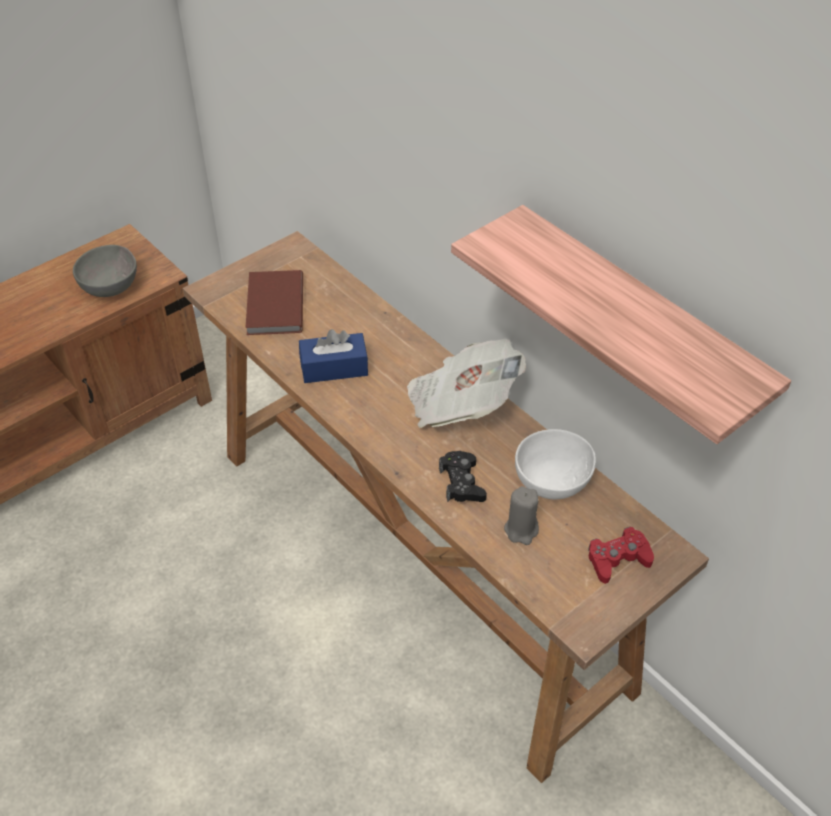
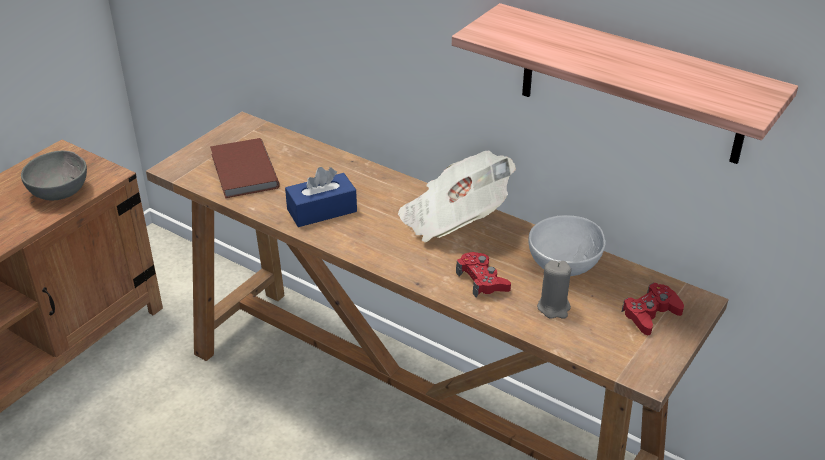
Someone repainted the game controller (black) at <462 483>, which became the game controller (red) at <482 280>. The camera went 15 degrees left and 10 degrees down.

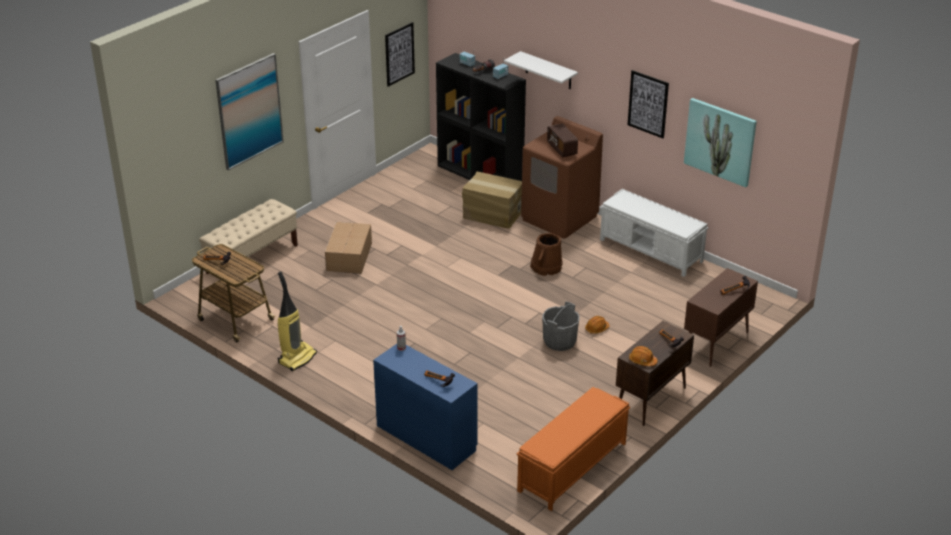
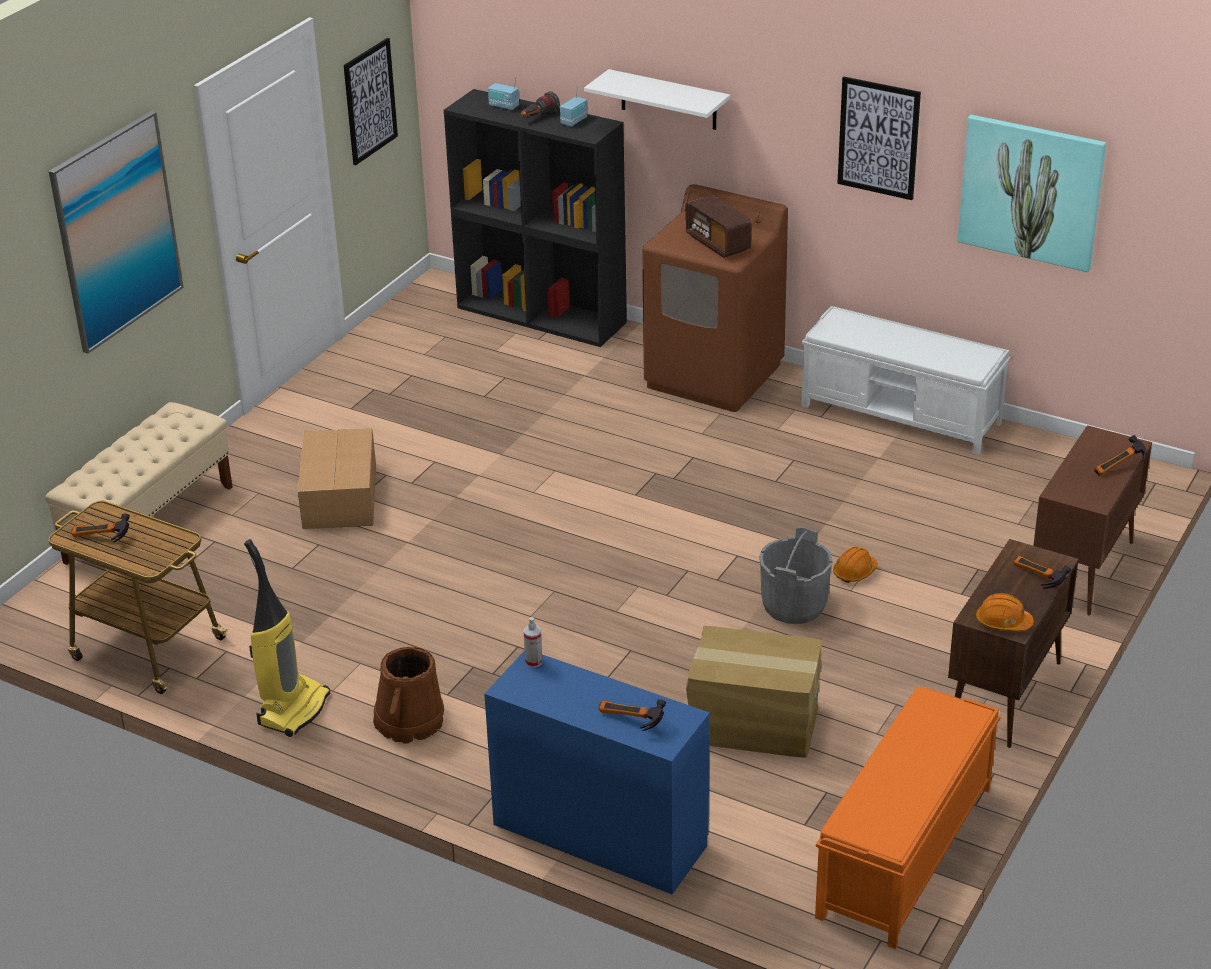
Someone carried the cardboard box from <492 215> to <752 723>. Someone carried the bucket (brown) from <546 267> to <409 720>. The camera went 10 degrees left and 0 degrees up.

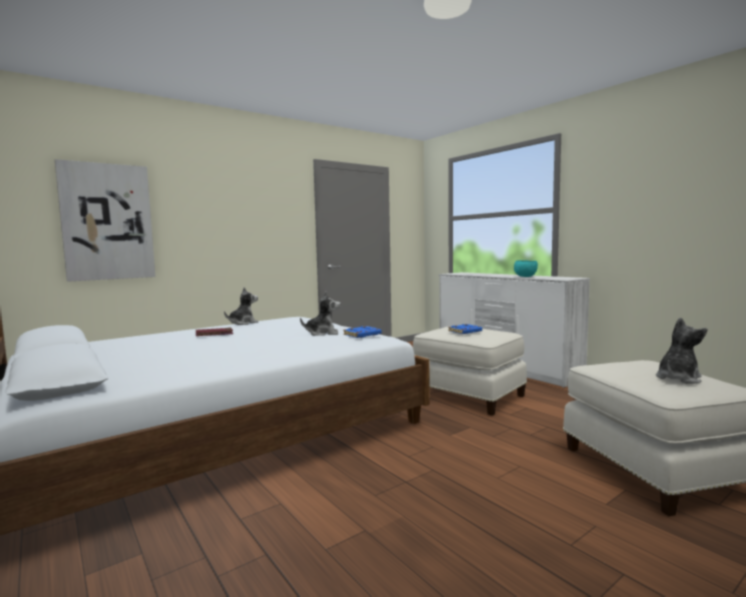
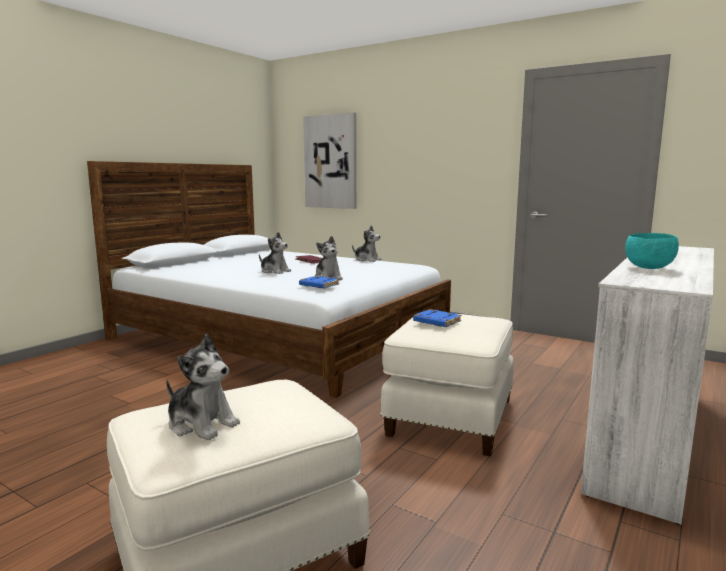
Someone put down the plush toy at <275 271>. The camera went 70 degrees right and 5 degrees up.

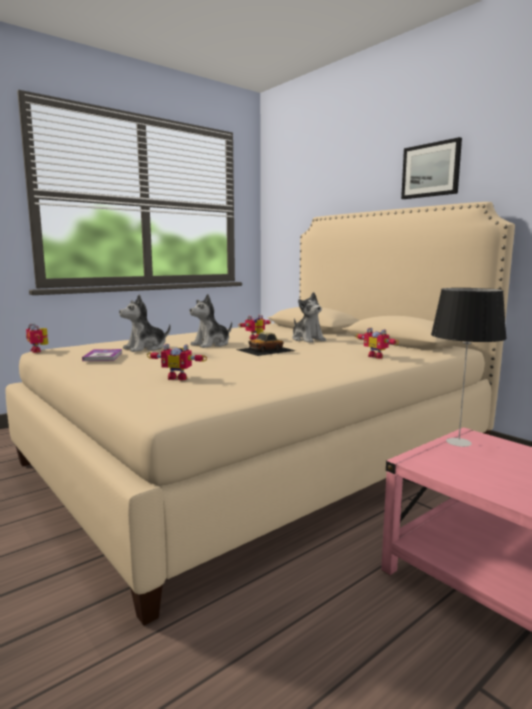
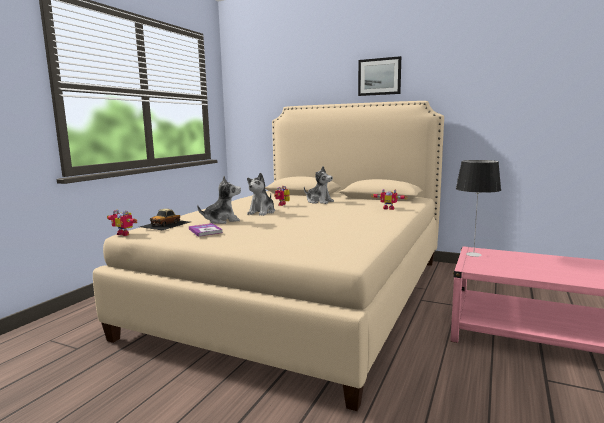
Someone took away the toy robot at <178 378>. Someone carried the toy car from <266 350> to <166 224>. Someone rotated the plush toy at <145 348> by 135 degrees counterclockwise. The camera went 25 degrees left and 0 degrees up.

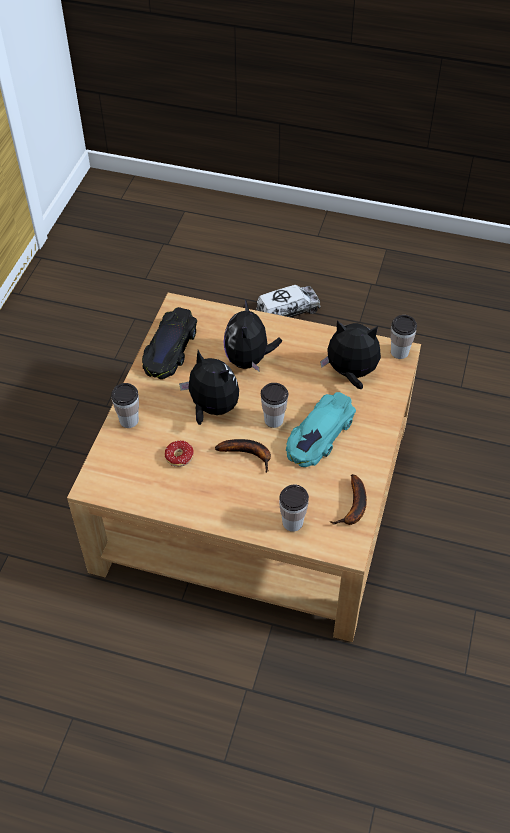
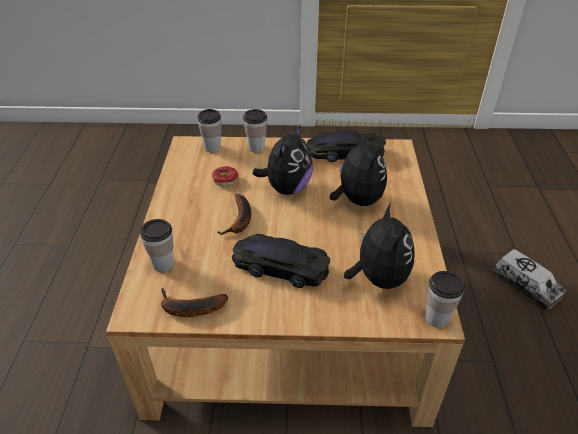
Someone carried the cup from <274 420> to <212 147>. Someone repainted the toy car (turquoise) at <319 435>, which became the toy car (black) at <280 266>. Someone rotated the plush toy at <249 360> by 90 degrees clockwise. The camera went 75 degrees right and 10 degrees down.

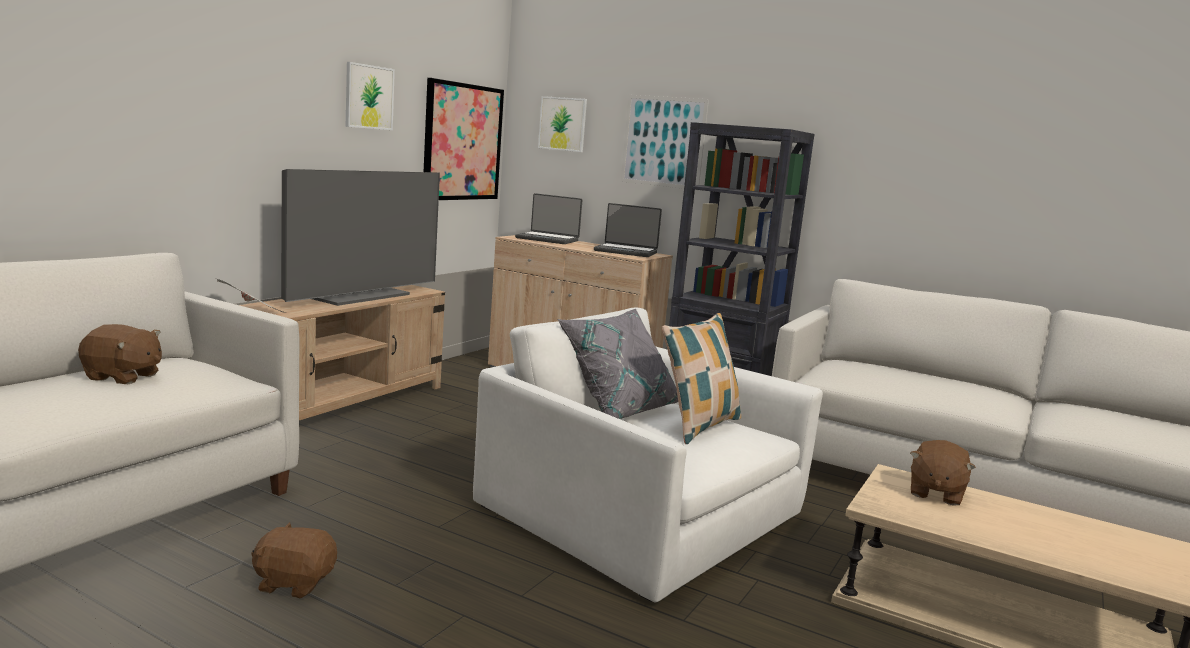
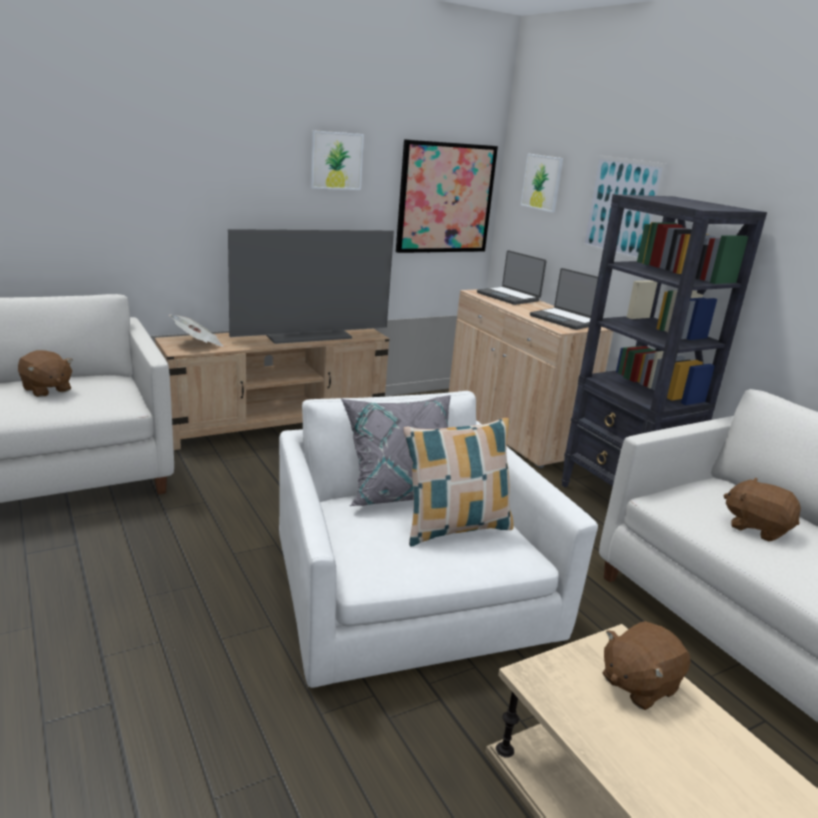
Someone carried the plush toy (brown) from <294 583> to <756 527>. The camera went 30 degrees right and 10 degrees up.

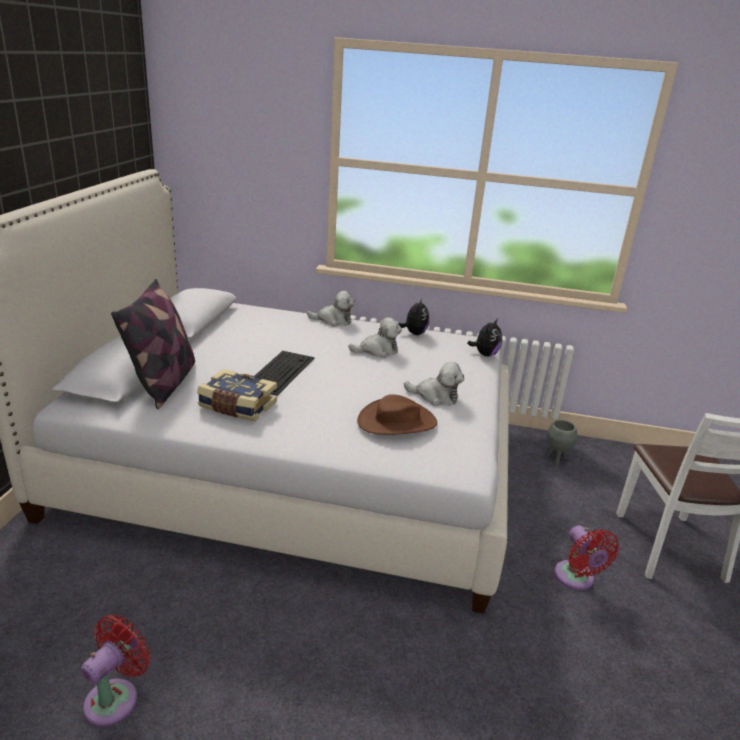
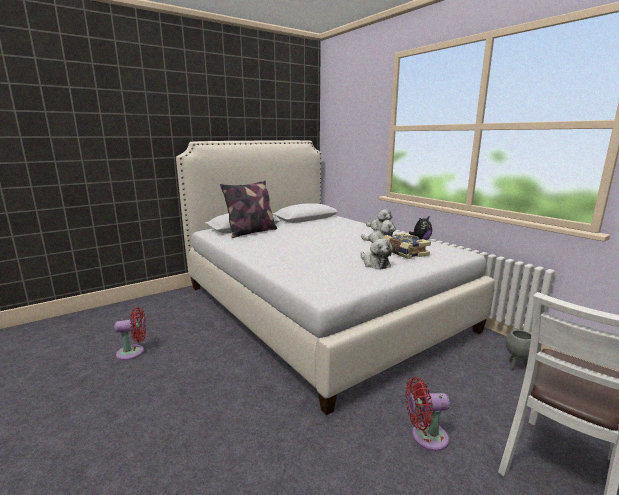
Someone took away the keyboard at <280 371>. Someone took away the hat (brown) at <397 422>. Someone took away the plush toy at <485 354>. Someone carried the book from <237 406> to <404 253>. Someone rotated the fan (red) at <576 579> by 60 degrees clockwise. The camera went 45 degrees right and 10 degrees down.

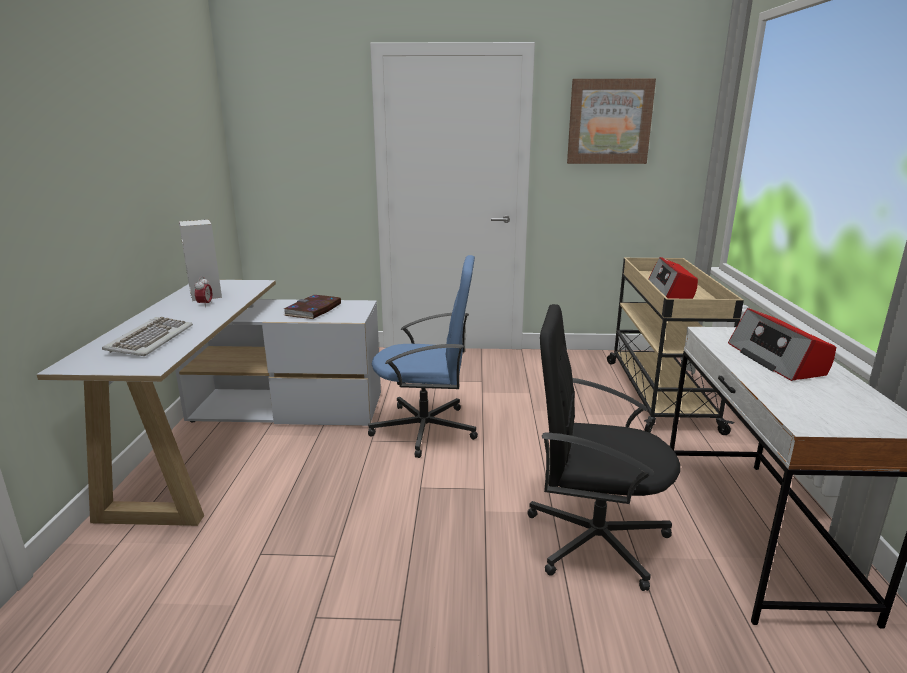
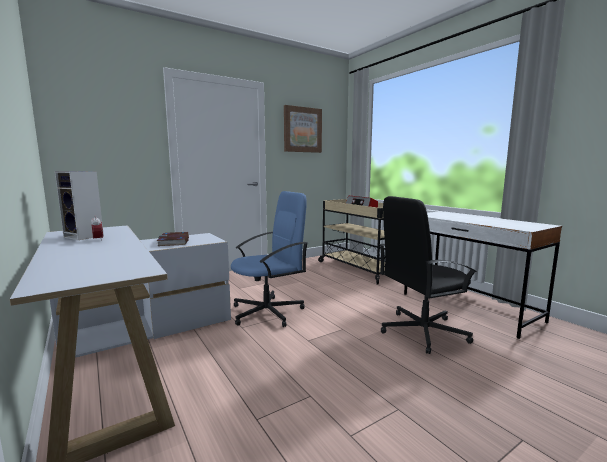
Someone took away the keyboard at <150 340>. Someone took away the radio at <777 360>. The camera went 35 degrees left and 10 degrees down.

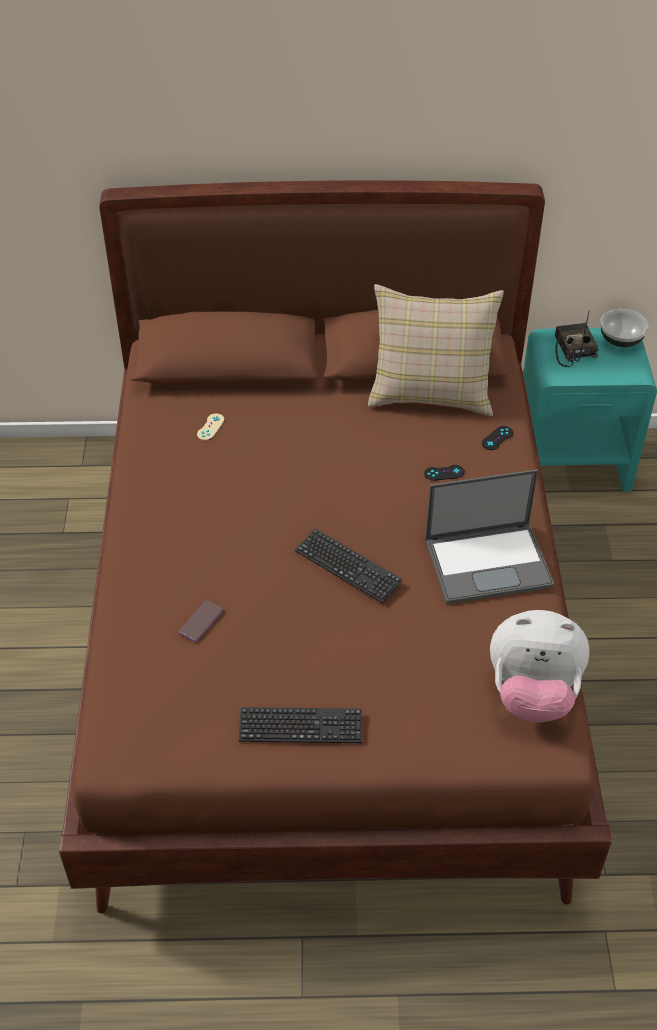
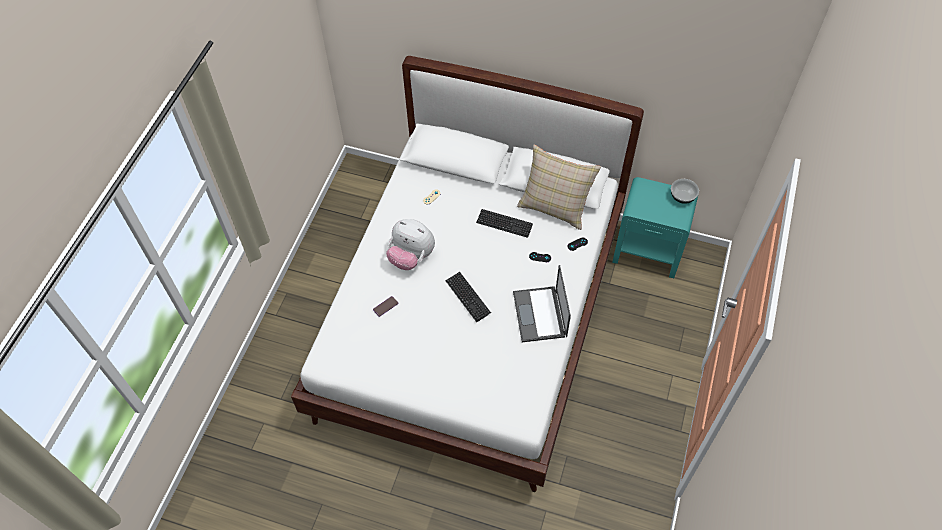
Someone took away the radio at <572 349>. Someone carried the keyboard from <300 727> to <504 224>. Someone carried the plush toy from <532 693> to <411 257>. Someone repainted the bed (brown) at <330 640>, which became the bed (white) at <473 318>. Someone rotated the laptop at <489 562> by 75 degrees clockwise. The camera went 20 degrees right and 10 degrees up.

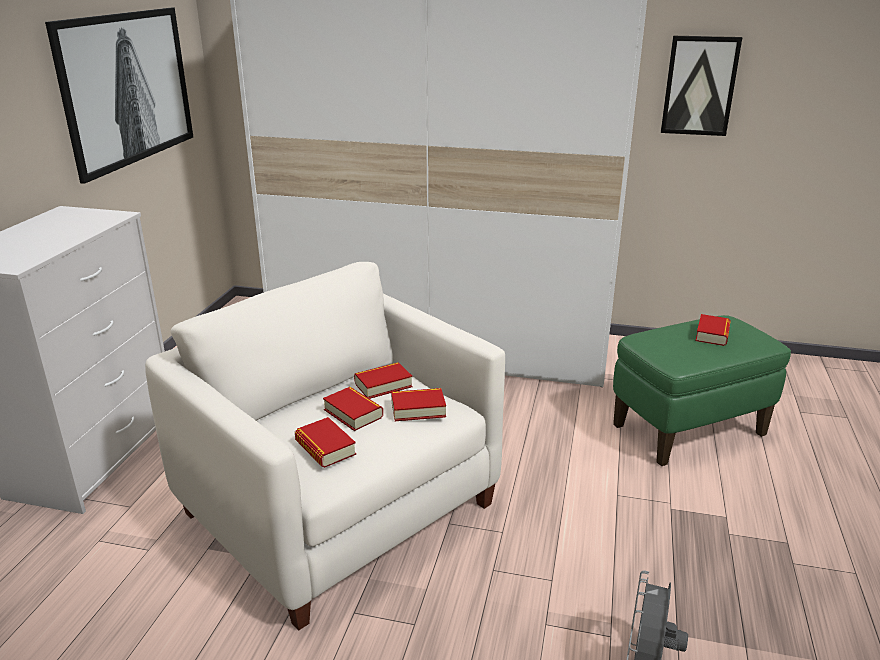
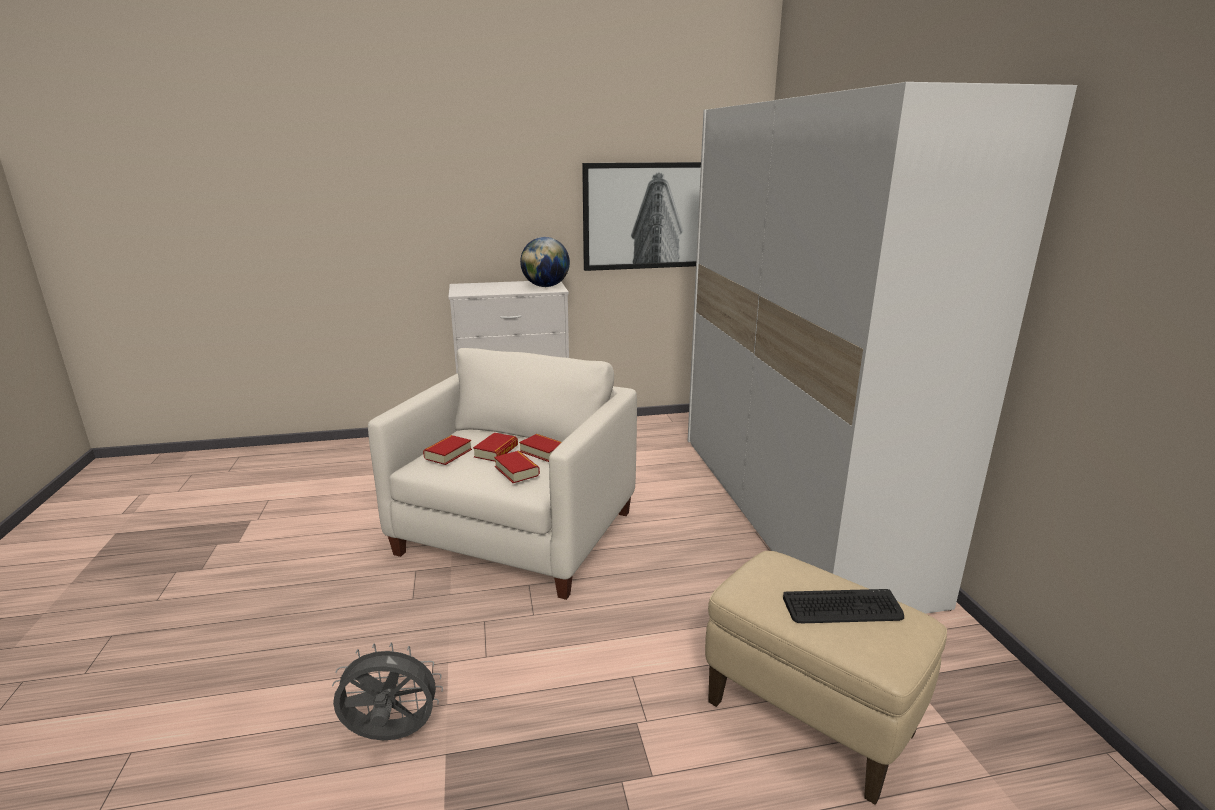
Someone took away the picture at <699 86>. Someone put down the globe at <545 286>. Someone swapped the book at <712 334> for the keyboard at <842 608>. Someone repainted the ottoman (green) at <689 430>, which became the ottoman (beige) at <810 718>. The camera went 65 degrees right and 5 degrees down.

